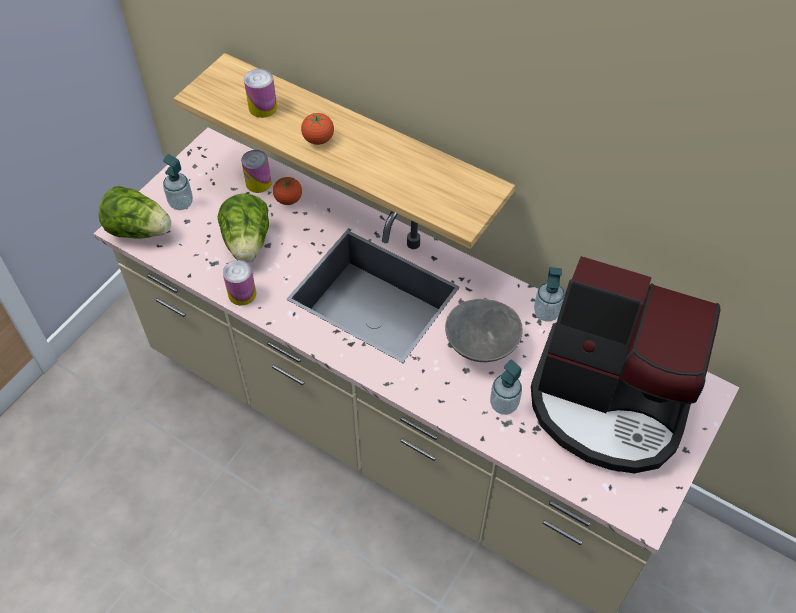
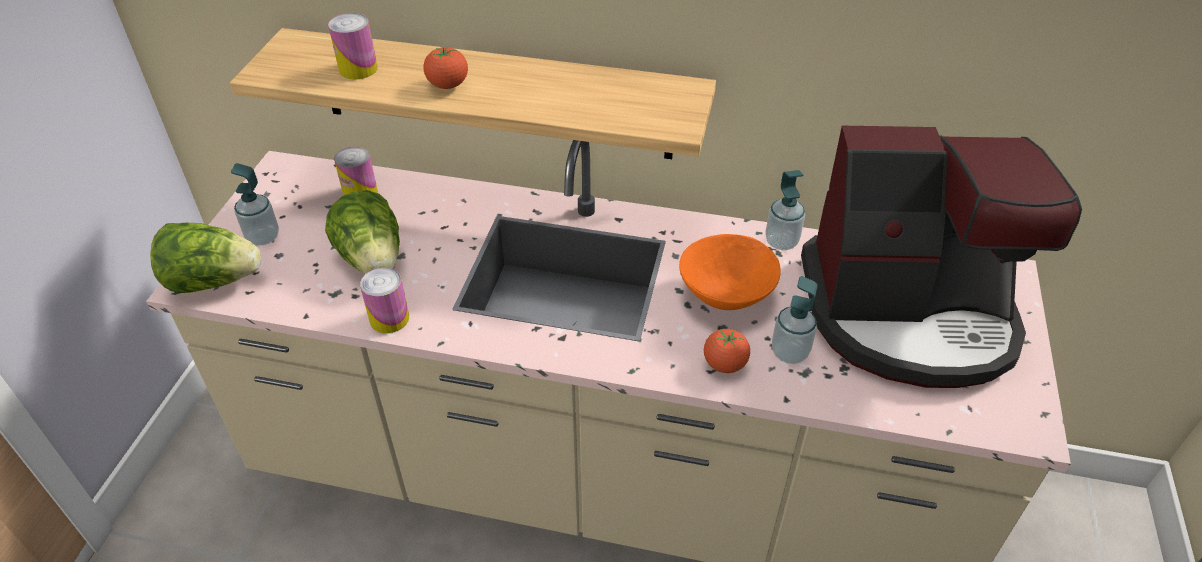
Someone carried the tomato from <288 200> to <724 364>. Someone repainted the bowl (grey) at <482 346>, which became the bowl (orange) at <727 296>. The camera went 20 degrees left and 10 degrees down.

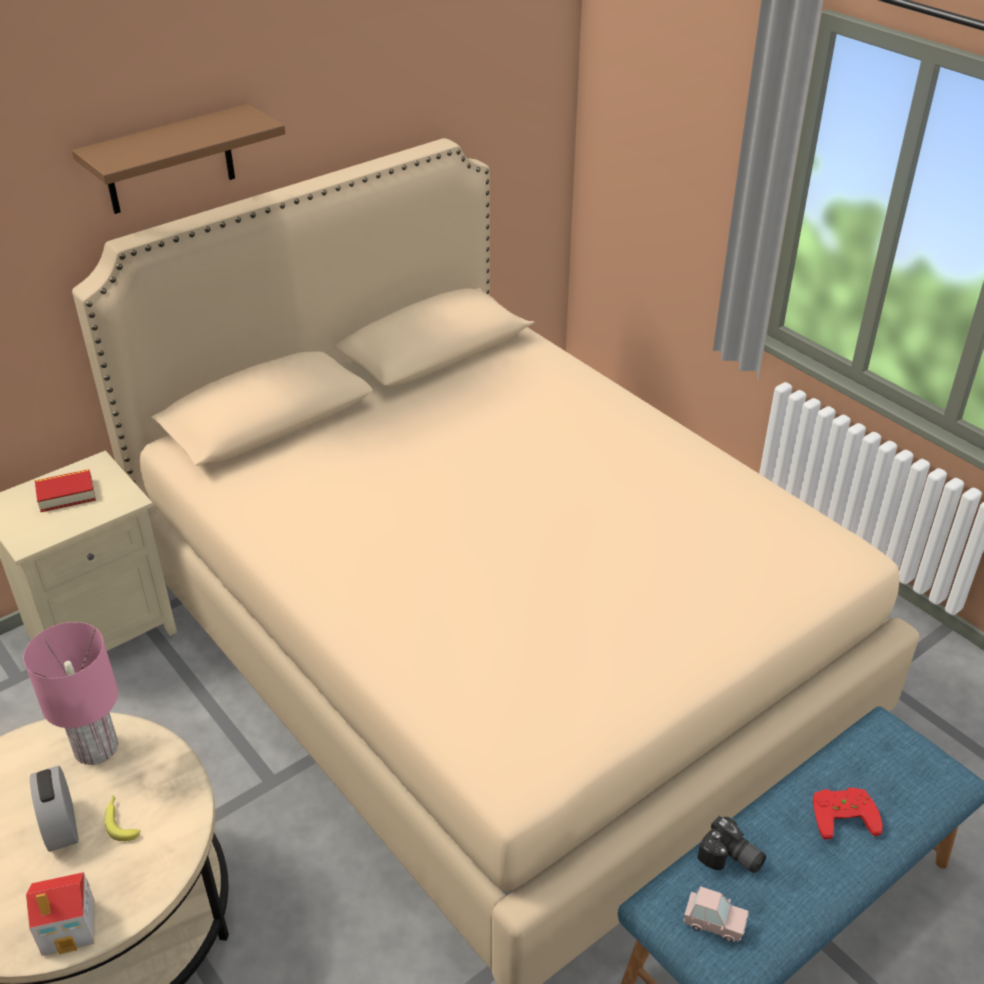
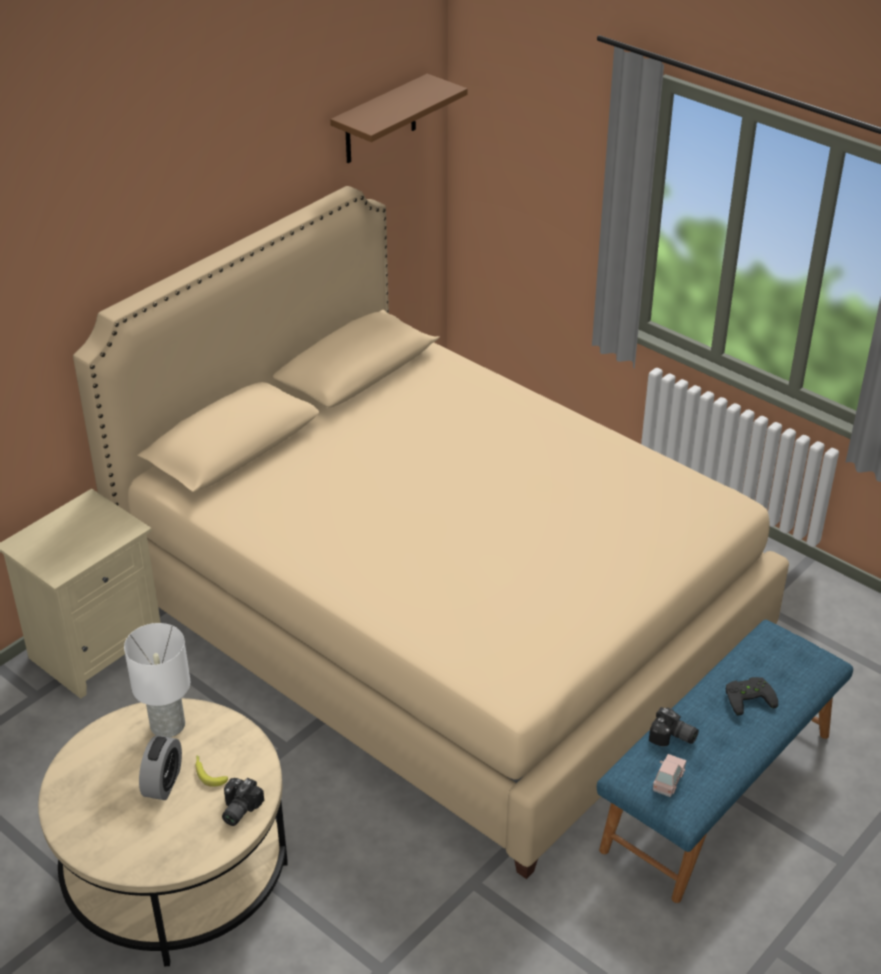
Someone took away the toy house at <69 926>. Someone took away the book at <66 495>. Someone put down the photo camera at <237 809>. Someone carried the shelf (brown) from <169 161> to <380 120>. Someone repainted the table lamp (pink) at <96 749>, which became the table lamp (white) at <168 726>. Someone repainted the game controller (red) at <842 813>, which became the game controller (black) at <748 696>. Someone rotated the alarm clock at <61 826> by 135 degrees counterclockwise. Someone rotated the toy car (pink) at <714 923> by 75 degrees counterclockwise. The camera went 10 degrees left and 0 degrees up.

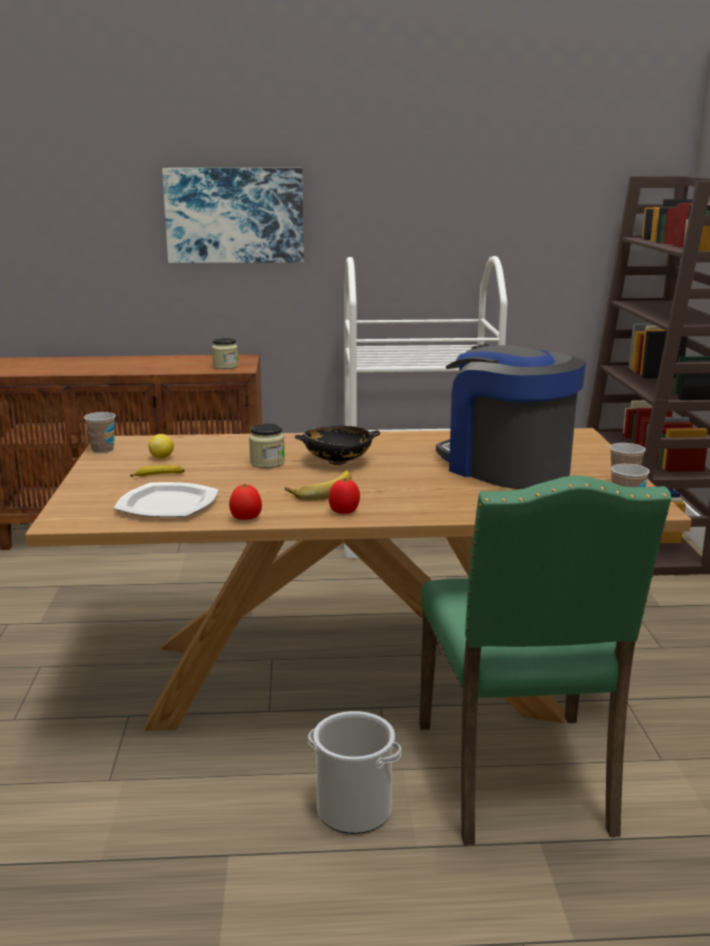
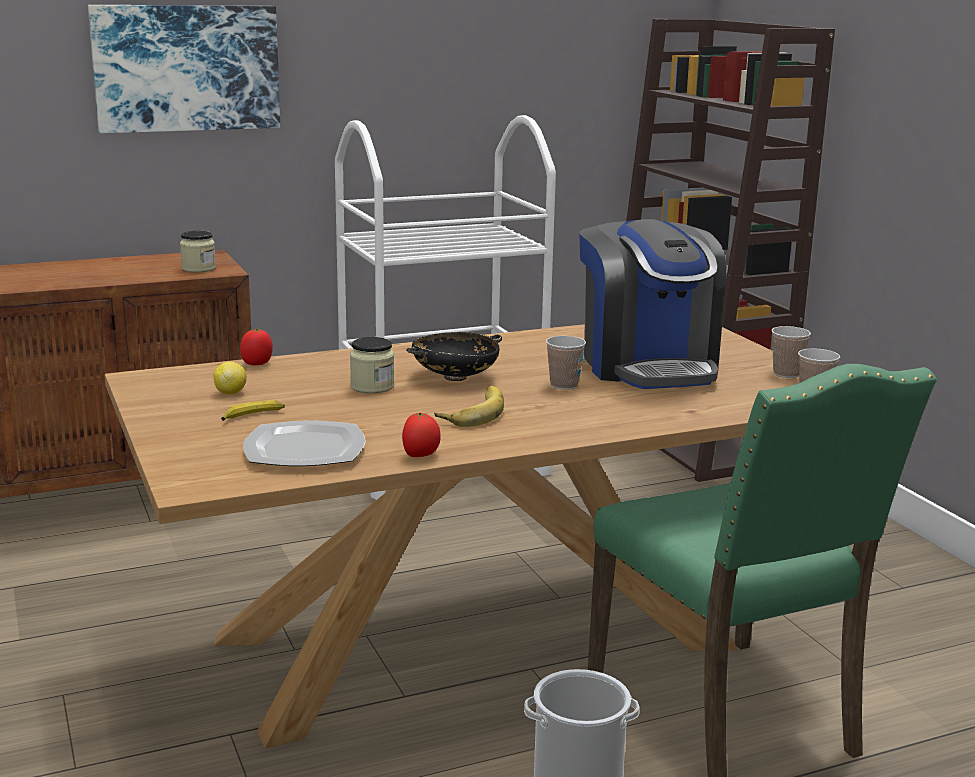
Someone carried the cup from <102 450> to <564 385>. Someone carried the tomato from <344 512> to <257 363>. Someone rotated the coffee machine at <505 467> by 135 degrees counterclockwise. The camera went 20 degrees left and 0 degrees up.

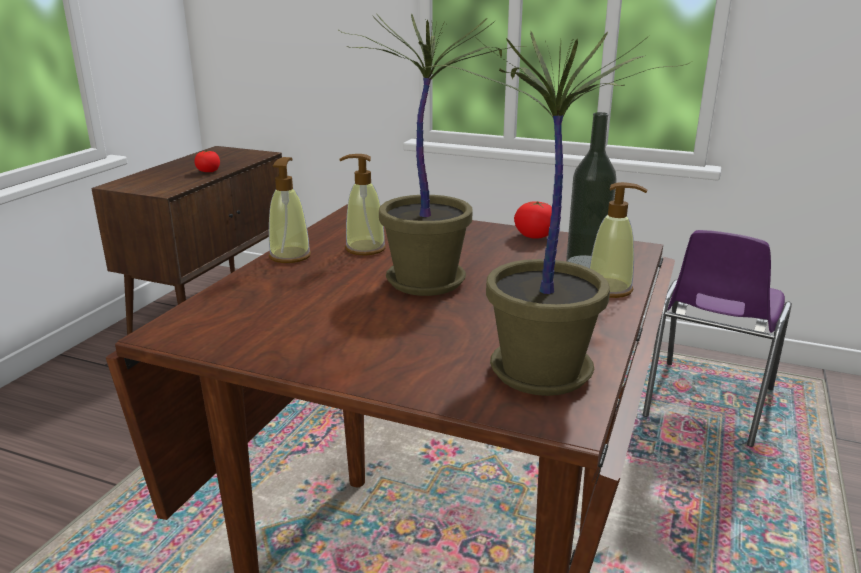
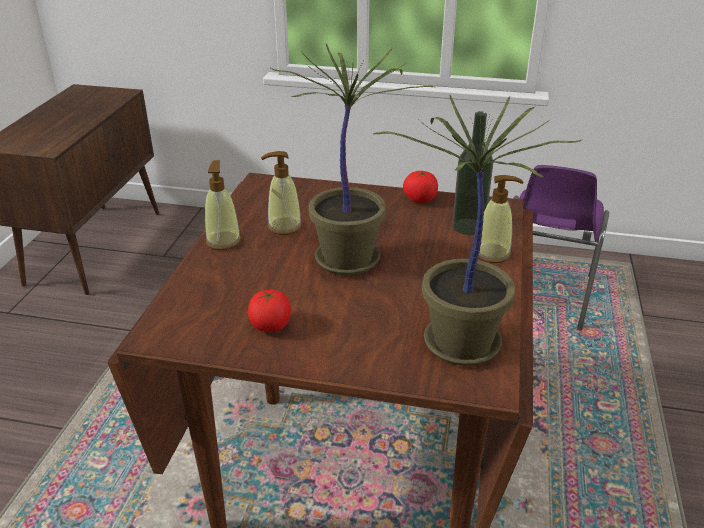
Someone carried the tomato from <208 171> to <270 325>. The camera went 10 degrees left and 10 degrees up.

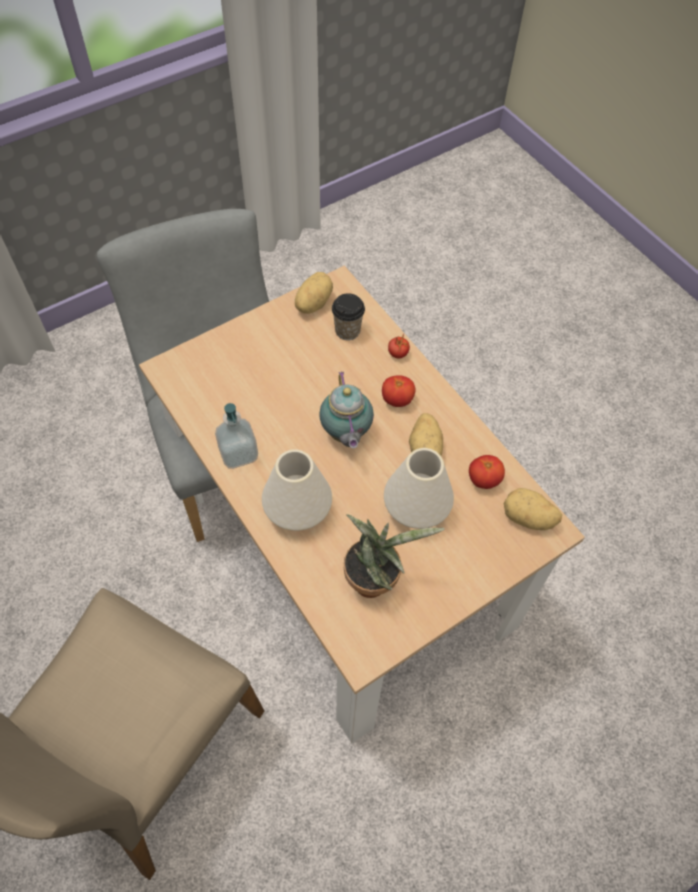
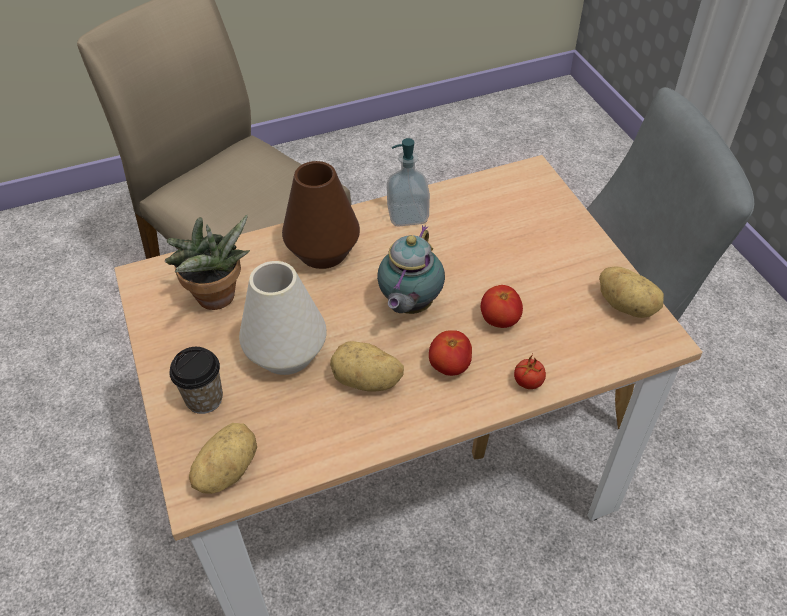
Someone carried the cup from <347 330> to <204 399>. Someone carried the tomato from <483 480> to <499 320>. Someone repainted the vase (white) at <298 510>, which became the vase (brown) at <323 252>. Someone rotated the teapot at <345 434> by 75 degrees counterclockwise. The camera went 105 degrees right and 10 degrees down.

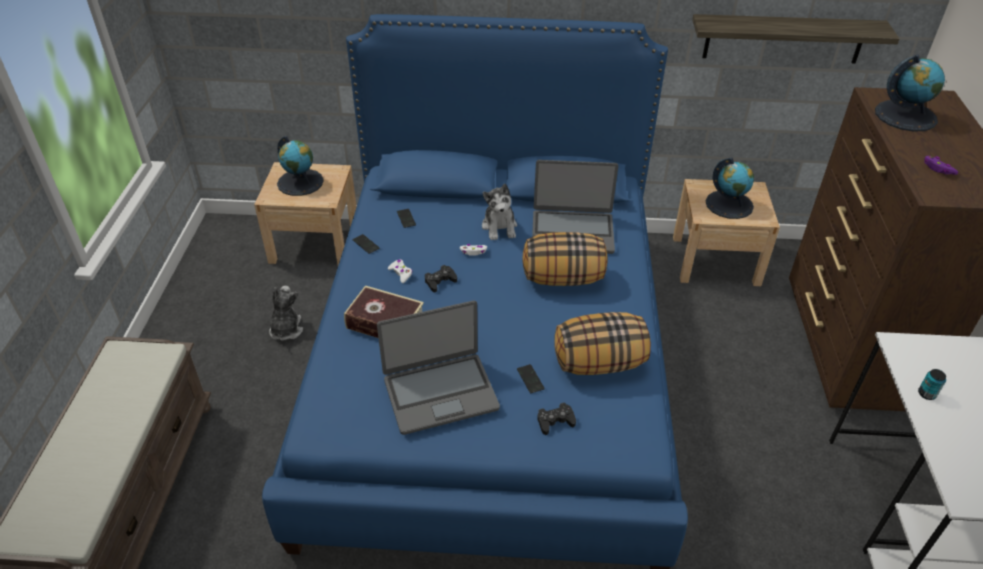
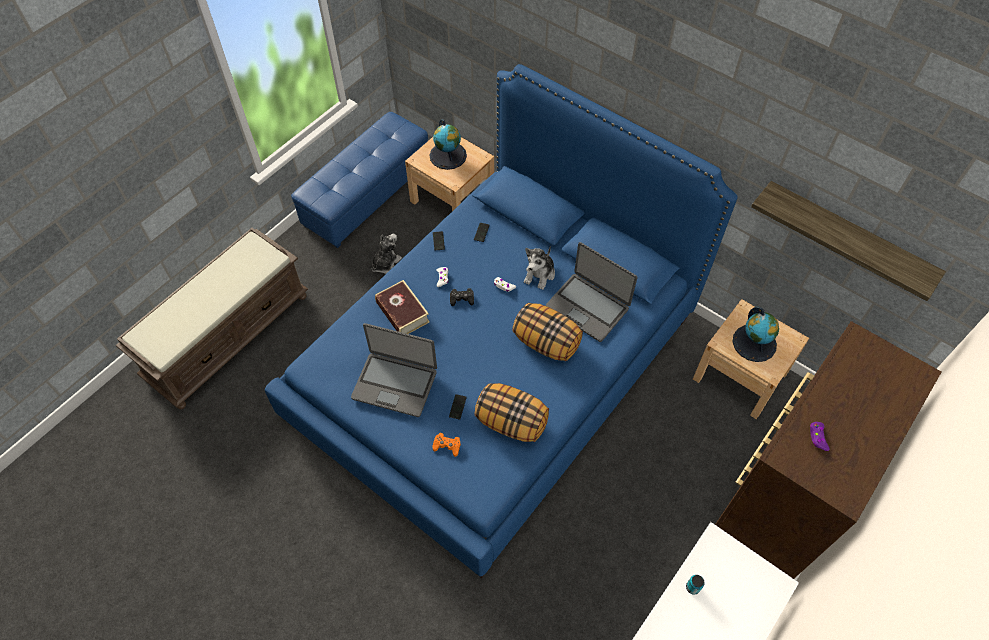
Someone took away the globe at <905 115>. Someone put down the ottoman (blue) at <367 194>. Someone repainted the game controller (black) at <555 421>, which became the game controller (orange) at <447 446>. The camera went 35 degrees right and 15 degrees up.

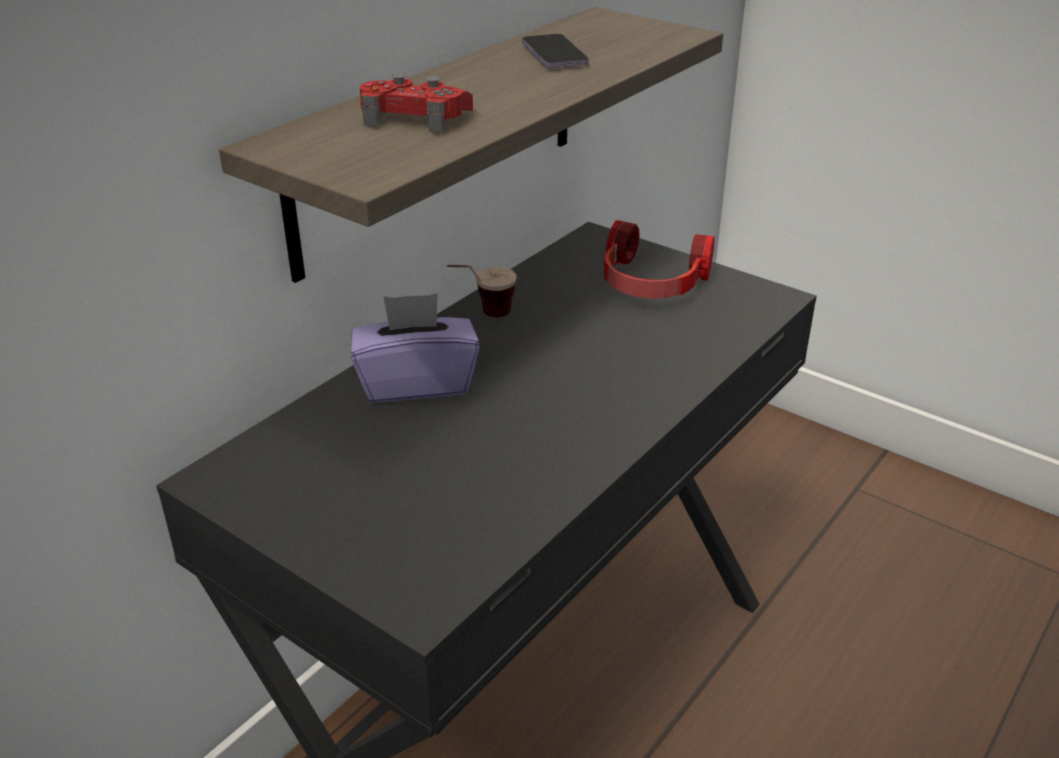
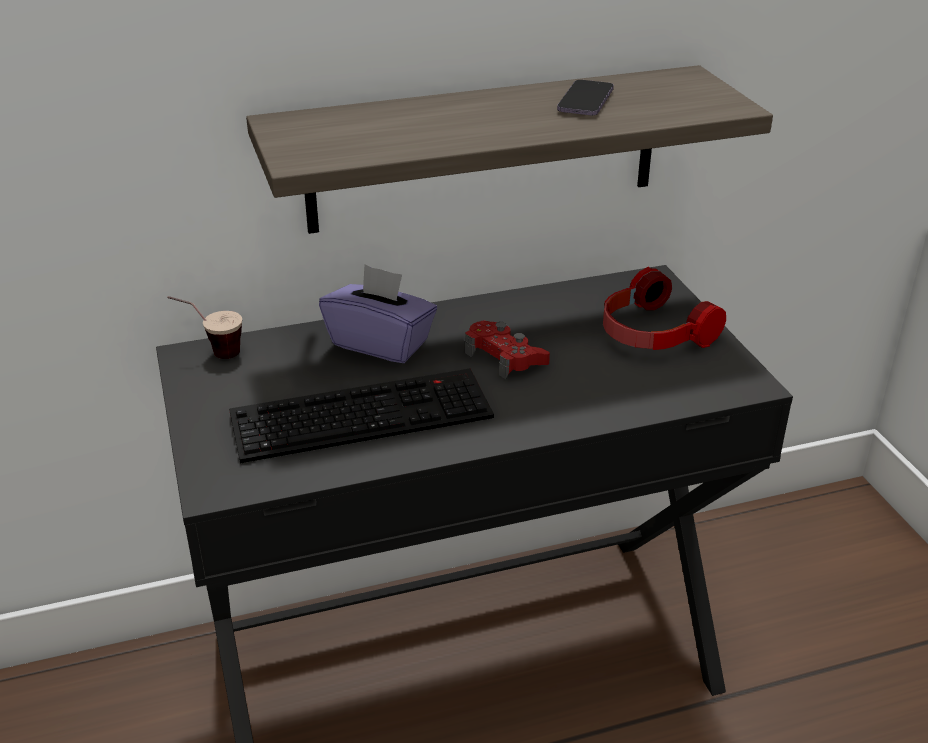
Someone put down the keyboard at <363 413>. Someone carried the game controller (red) from <415 118> to <505 357>. Someone carried the cup from <482 316> to <211 352>. The camera went 35 degrees right and 0 degrees up.

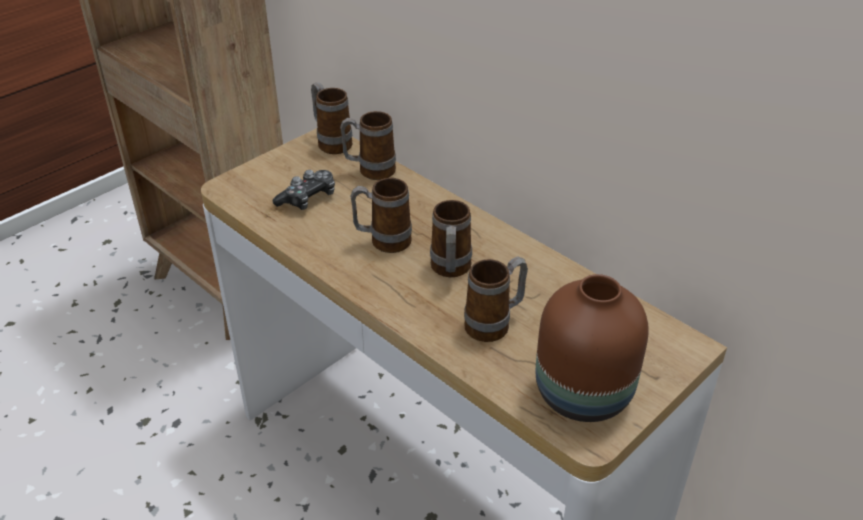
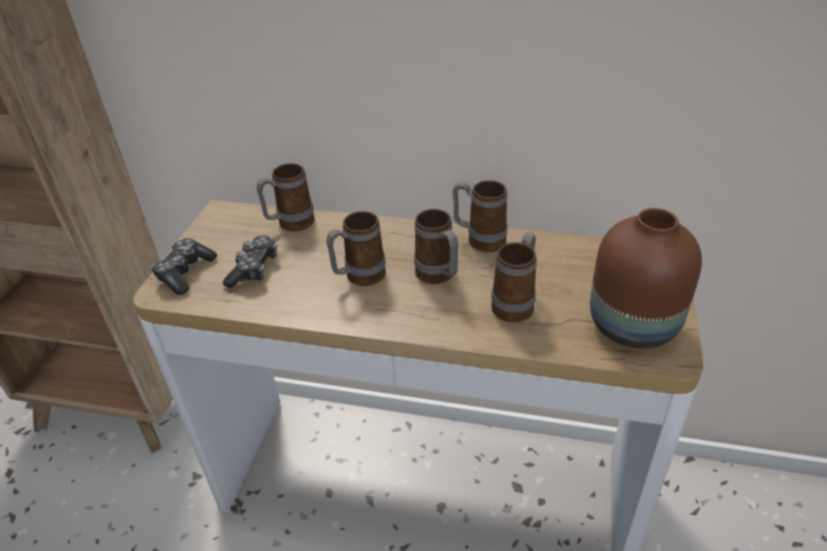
Someone put down the game controller at <185 273>. Someone carried the mug from <331 142> to <479 240>. The camera went 30 degrees left and 0 degrees up.

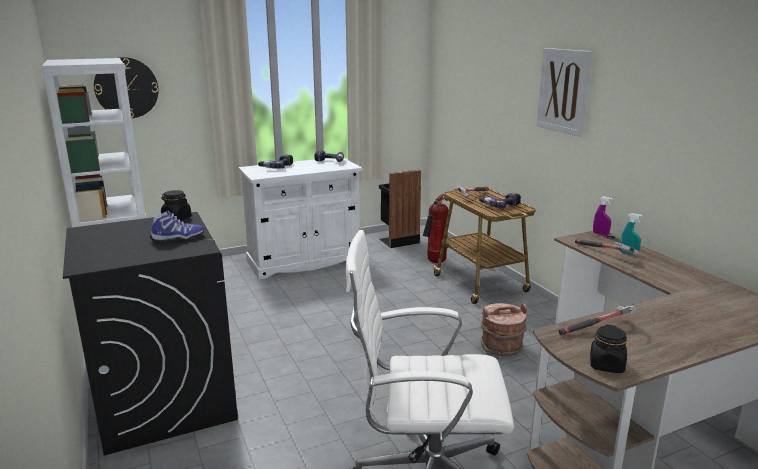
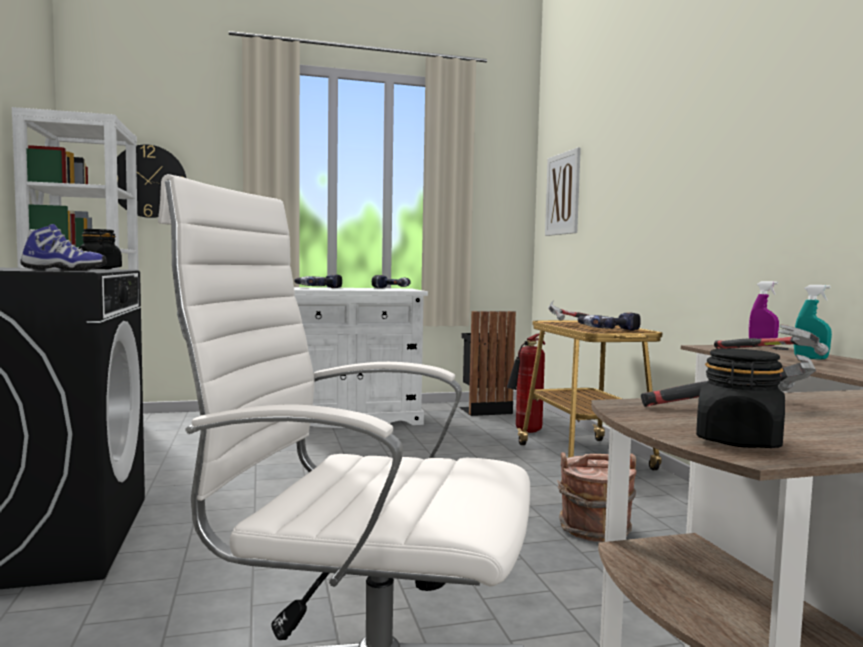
Someone carried the picture from <563 91> to <563 194>. The camera went 10 degrees right and 15 degrees down.

